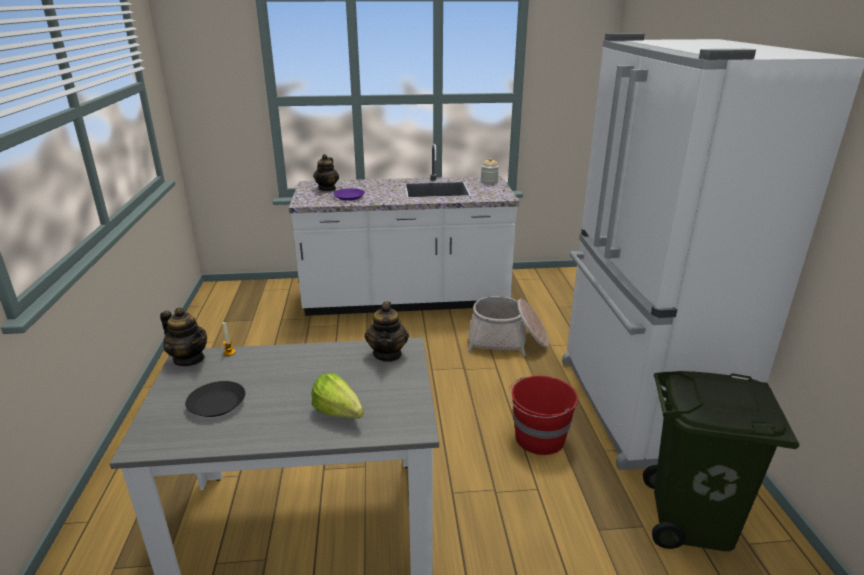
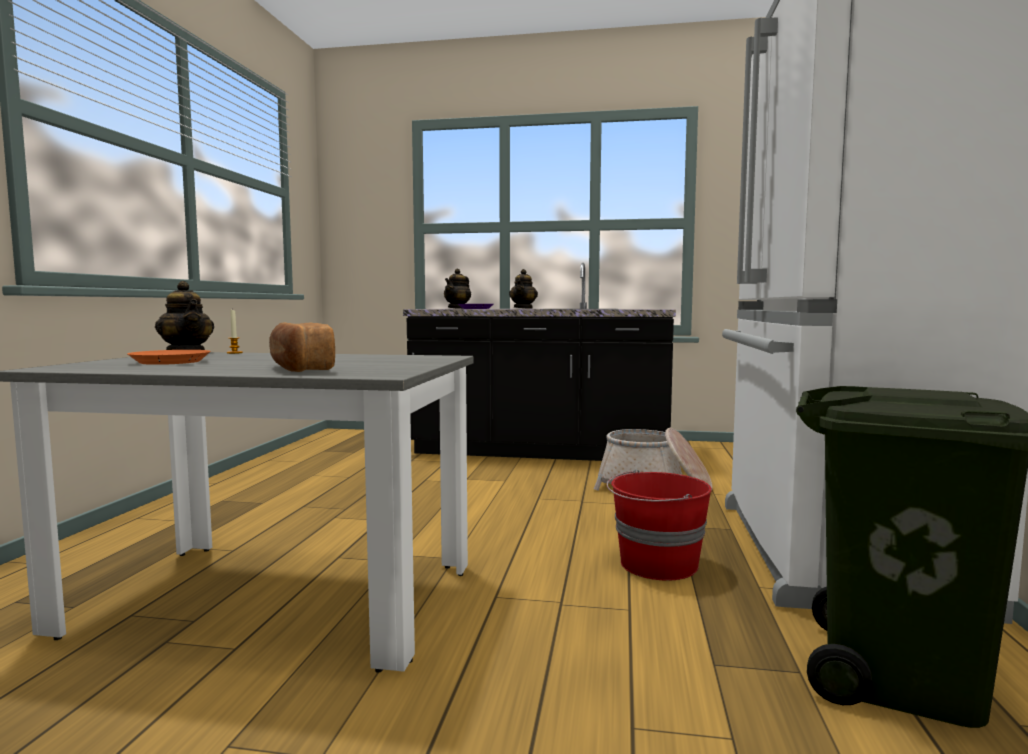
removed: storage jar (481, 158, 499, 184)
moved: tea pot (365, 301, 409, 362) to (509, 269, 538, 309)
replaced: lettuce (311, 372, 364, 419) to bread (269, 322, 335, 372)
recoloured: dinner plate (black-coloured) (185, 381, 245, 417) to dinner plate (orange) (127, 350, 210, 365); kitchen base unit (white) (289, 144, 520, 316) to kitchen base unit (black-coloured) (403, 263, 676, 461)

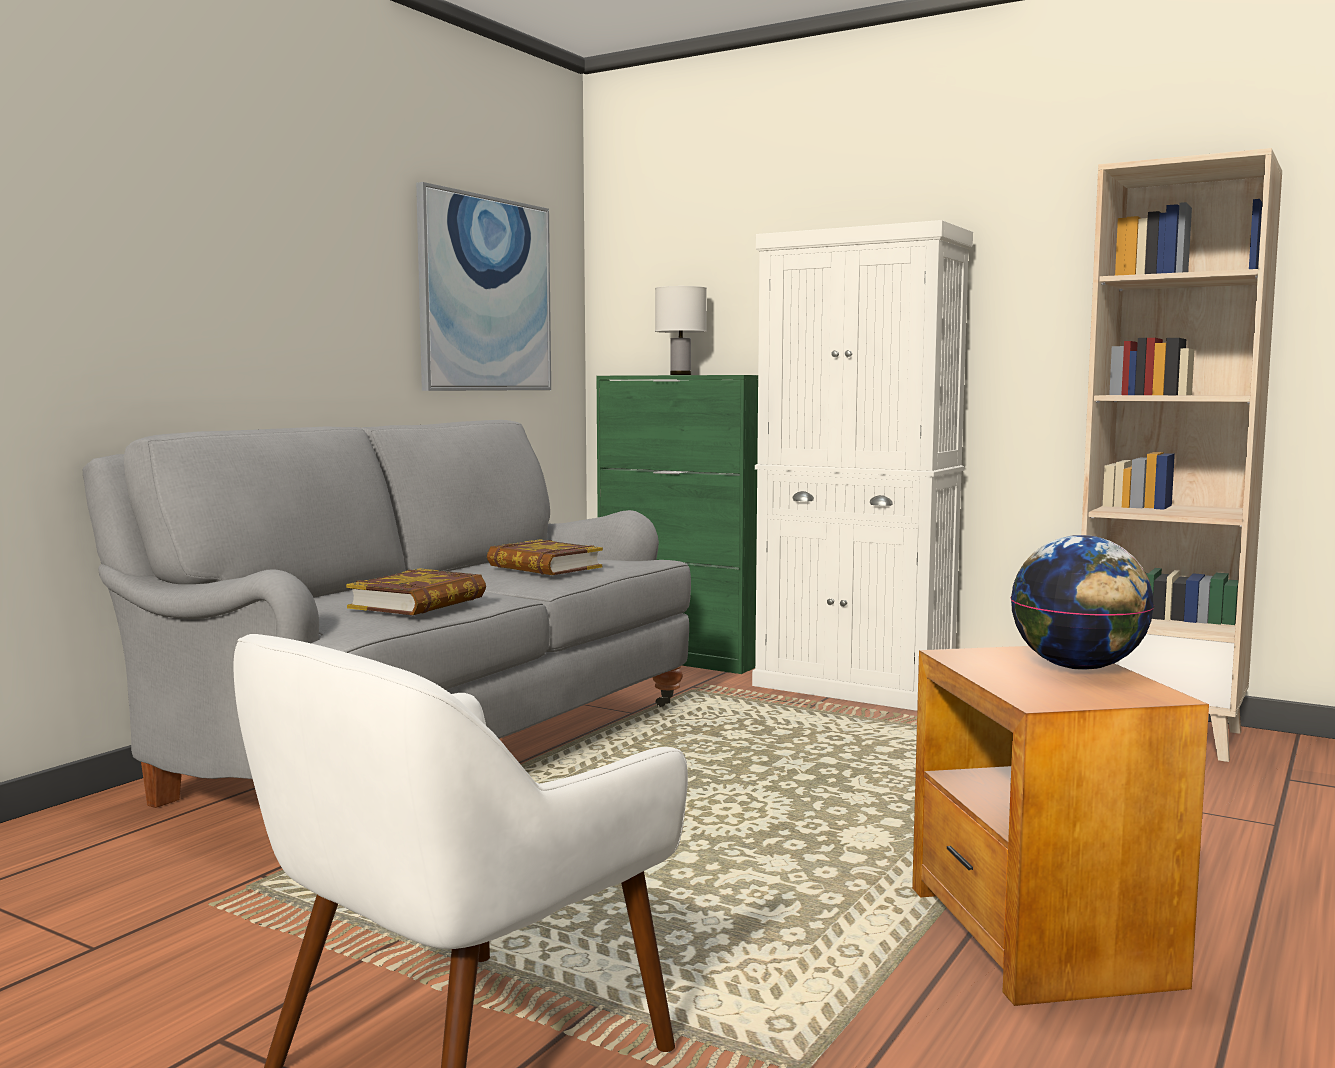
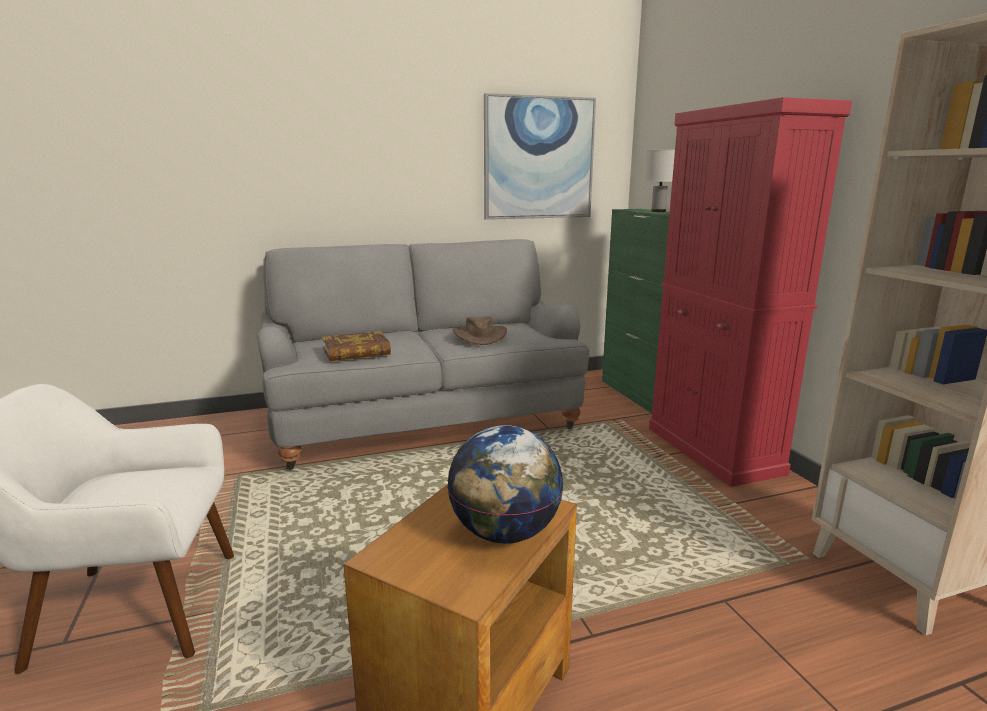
replaced: volume (487, 539, 603, 575) to hat (brown) (453, 316, 507, 345)
recoloured: storage cabinet (white) (752, 220, 973, 711) to storage cabinet (red-coloured) (649, 97, 852, 487)

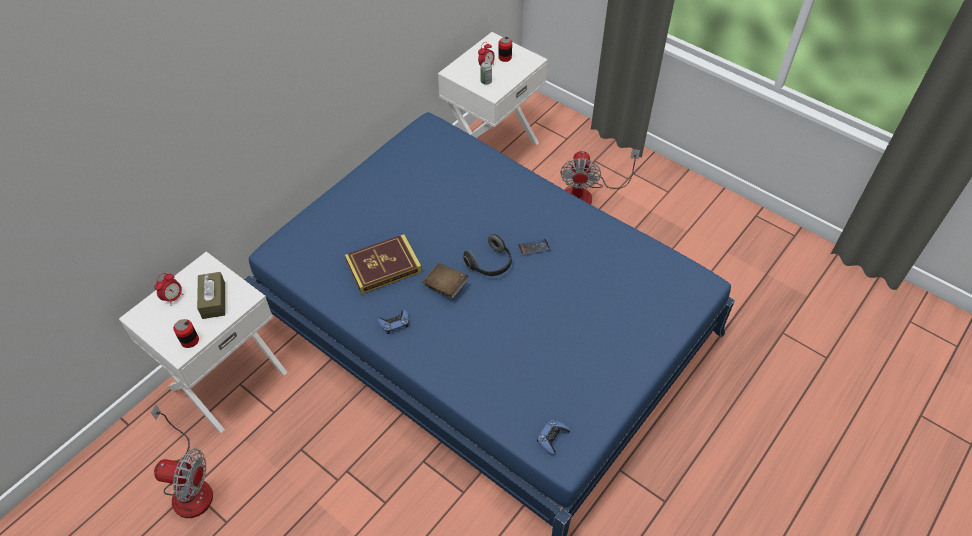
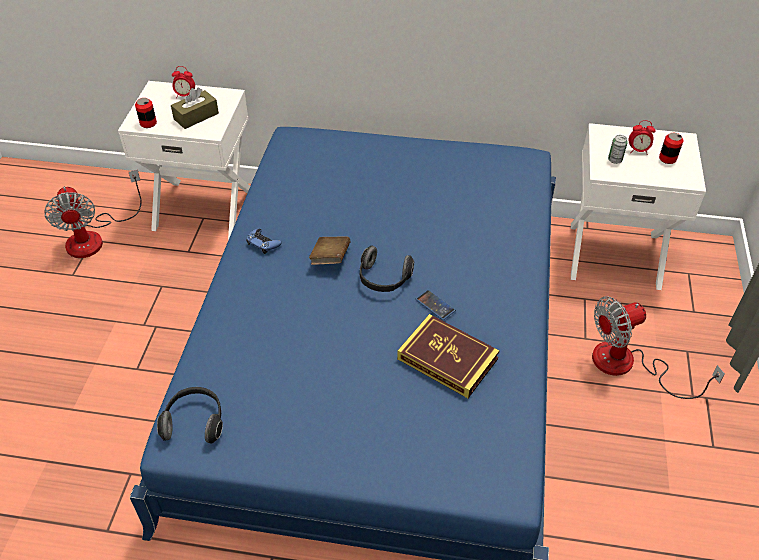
moved: volume (345, 234, 422, 294) to (397, 314, 499, 398)
replaced: game controller (blue) (537, 420, 570, 455) to headphones (157, 387, 223, 444)

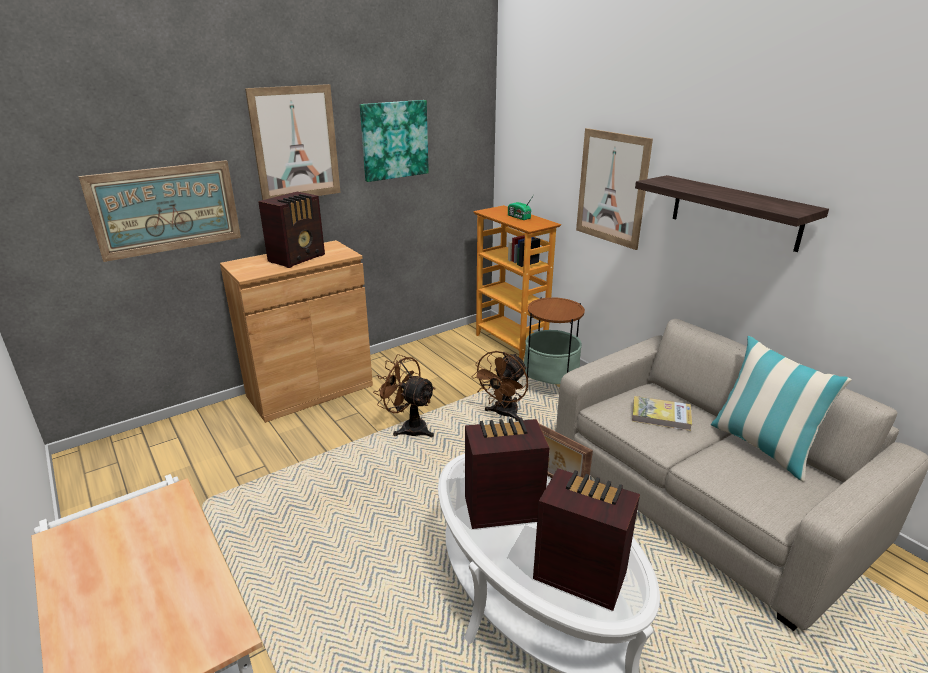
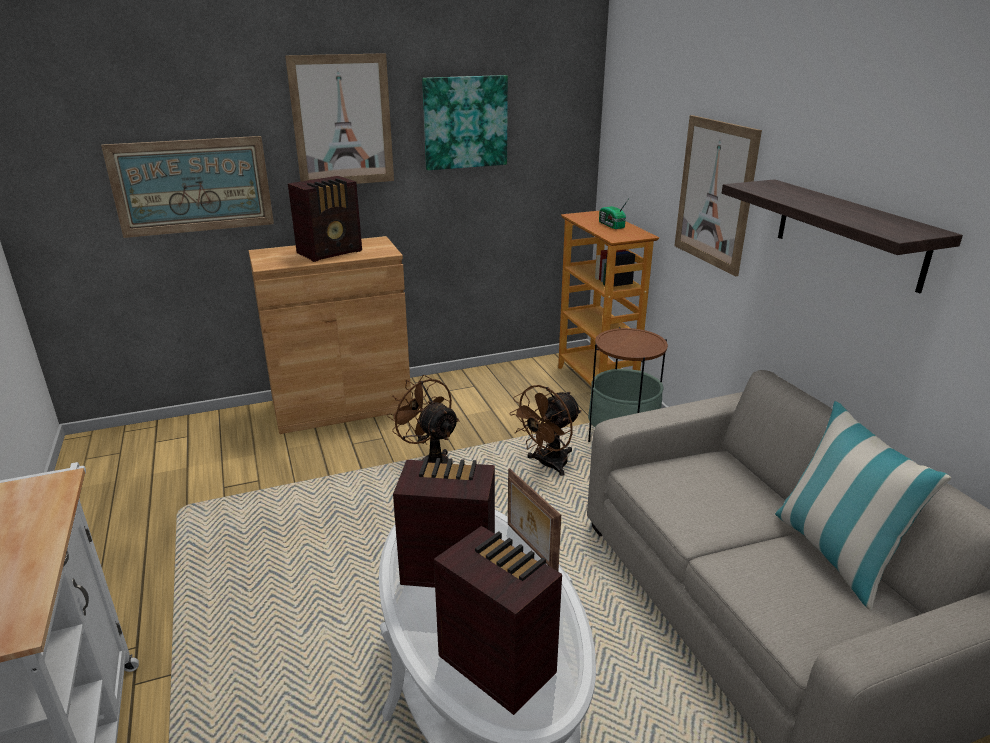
removed: volume (632, 396, 692, 431)

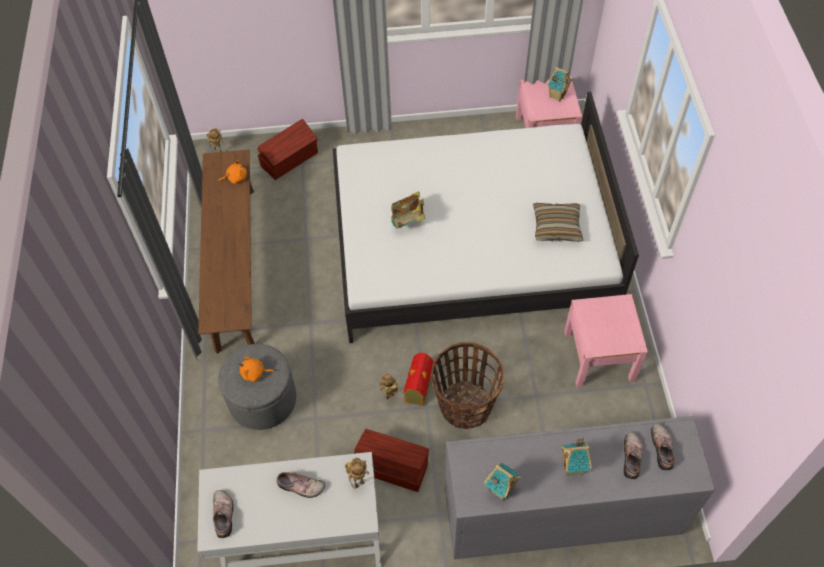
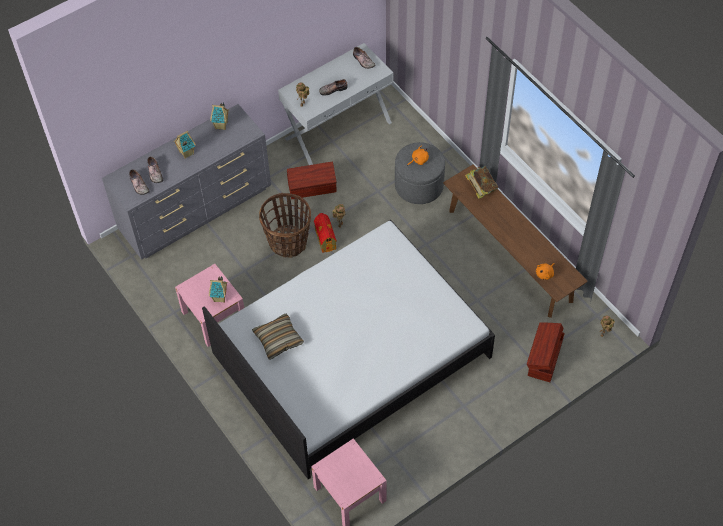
moved: model house (547, 67, 572, 102) to (209, 276, 228, 303); volume (391, 191, 425, 229) to (465, 166, 498, 199)

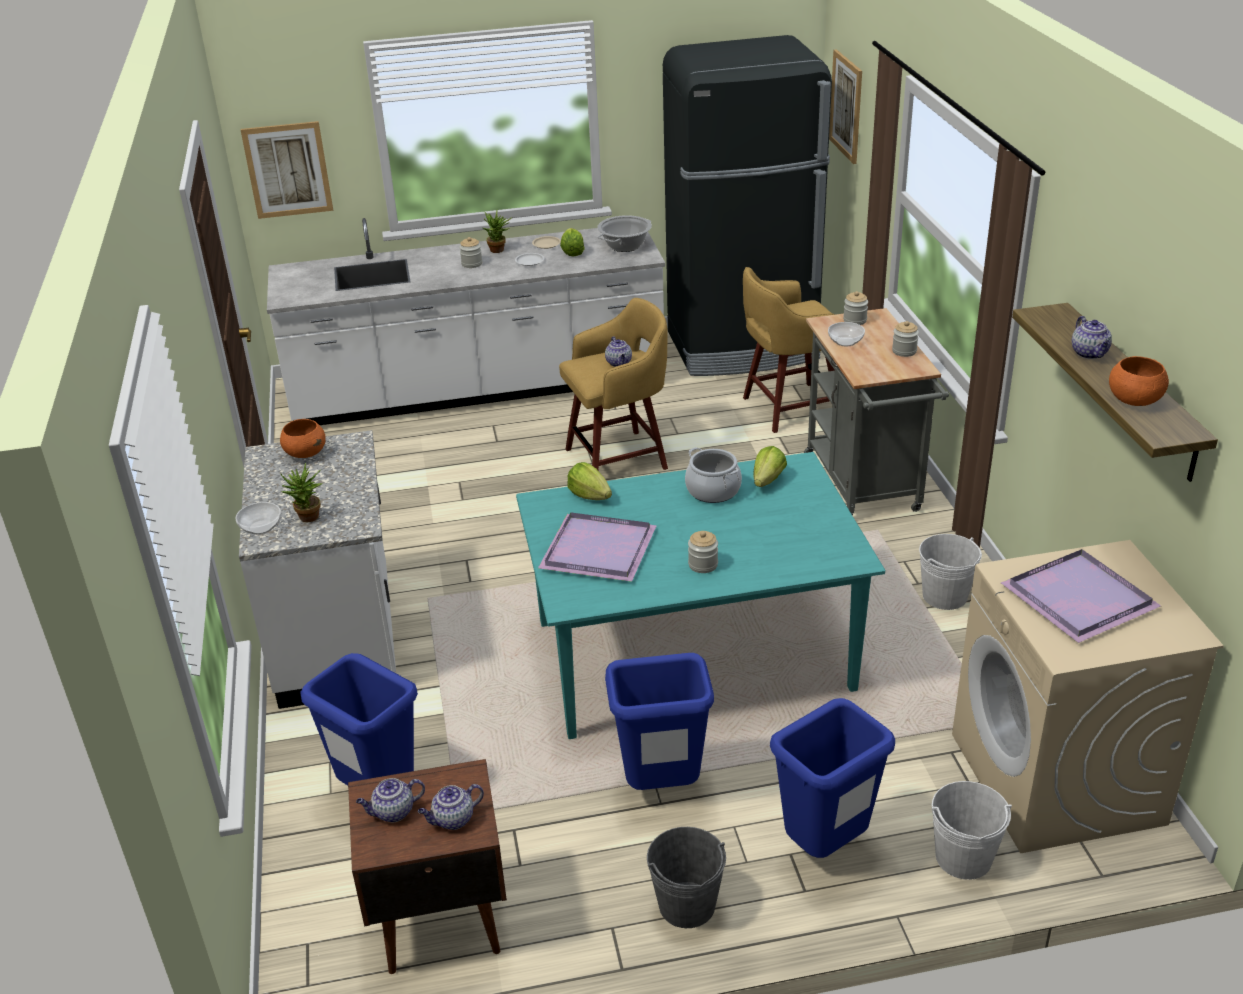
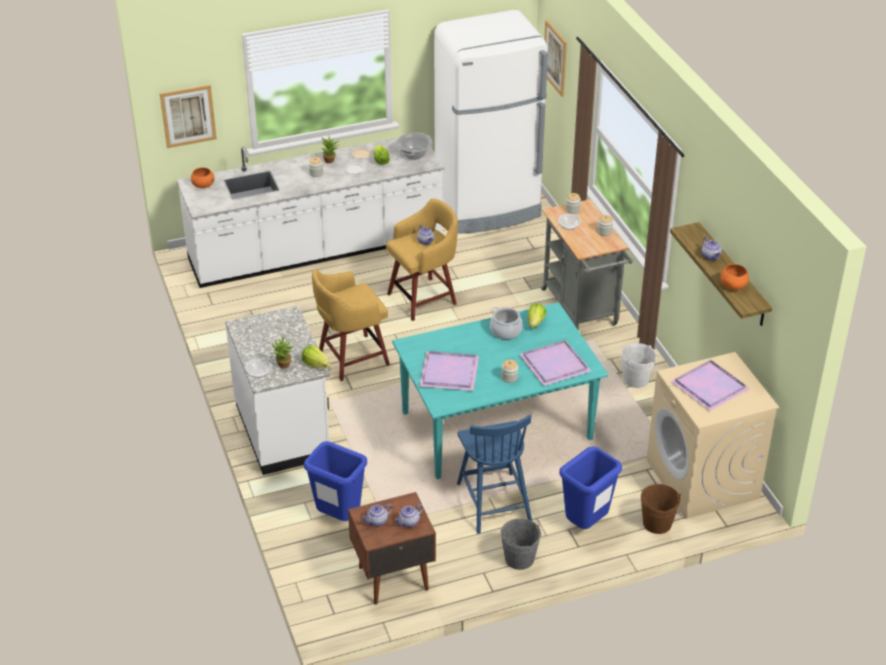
added: serving tray (purplish) (519, 340, 591, 386)
moved: serving bowl (orange) (280, 419, 326, 458) to (191, 167, 214, 188); lettuce (568, 462, 612, 500) to (302, 345, 330, 368); stool (yellowish) (743, 267, 835, 433) to (312, 269, 390, 381)
replaced: trash can (blue) (605, 653, 714, 790) to plain chair (blue) (457, 414, 532, 534)
recoloured: refrigerator (black-coloured) (663, 35, 832, 376) to refrigerator (white) (434, 10, 548, 234); bucket (white) (932, 781, 1012, 880) to bucket (brown) (641, 484, 681, 534)

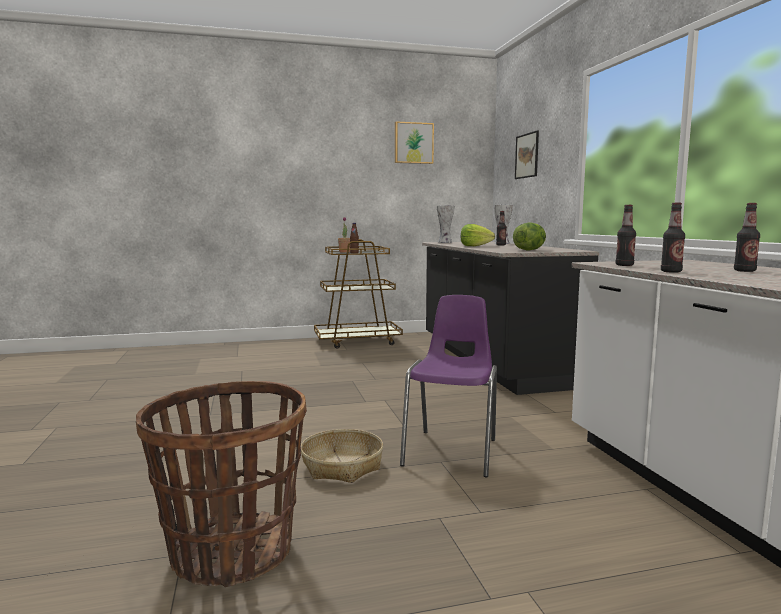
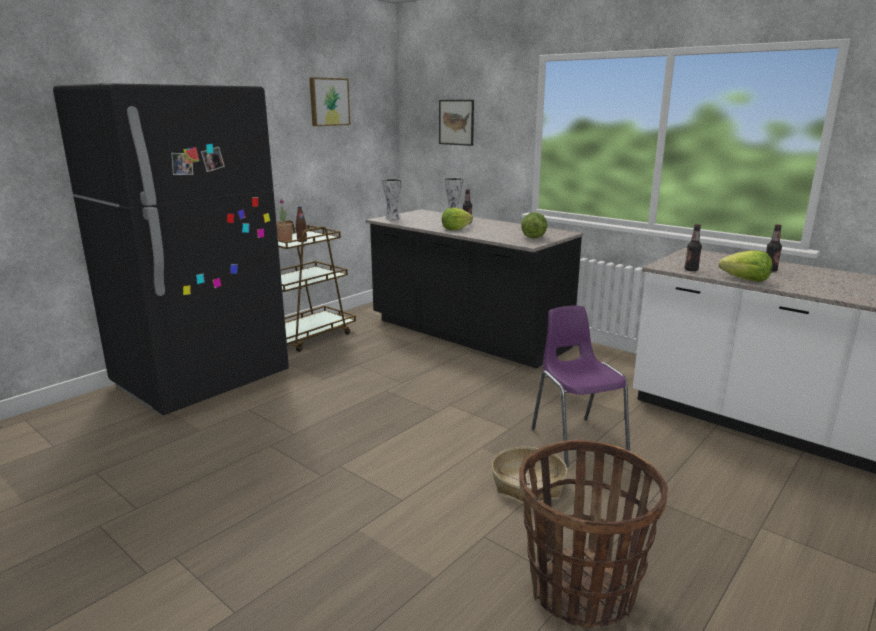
added: refrigerator (black-coloured) (53, 83, 289, 415)
replaced: drink bottle (661, 203, 685, 273) to lettuce (719, 250, 772, 282)

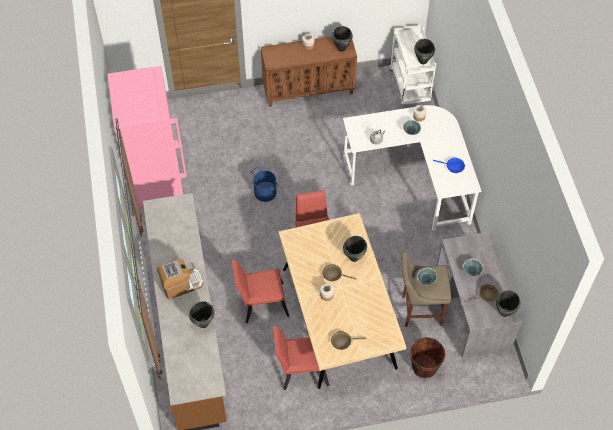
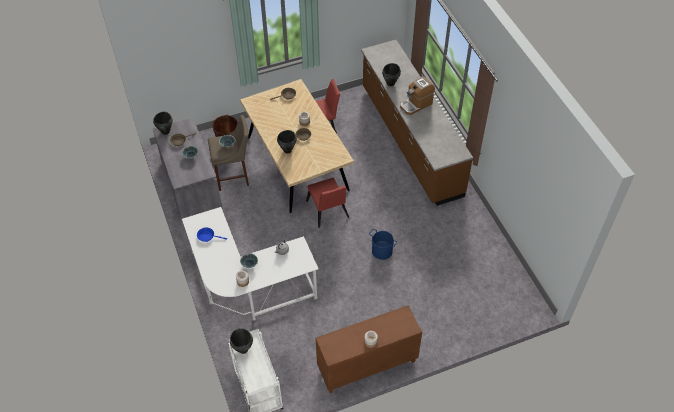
removed: refrigerator (pinkish) (108, 66, 187, 208); plain chair (red-coloured) (232, 260, 290, 323); stockpot (black-coloured) (332, 26, 353, 52)

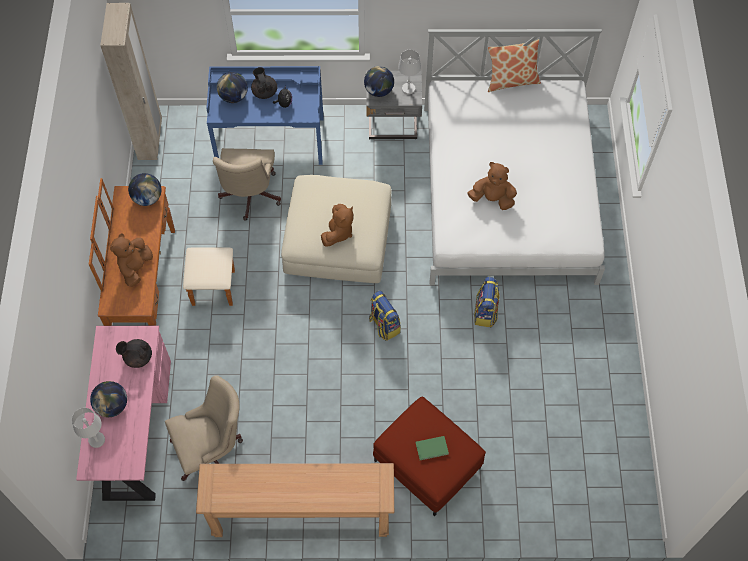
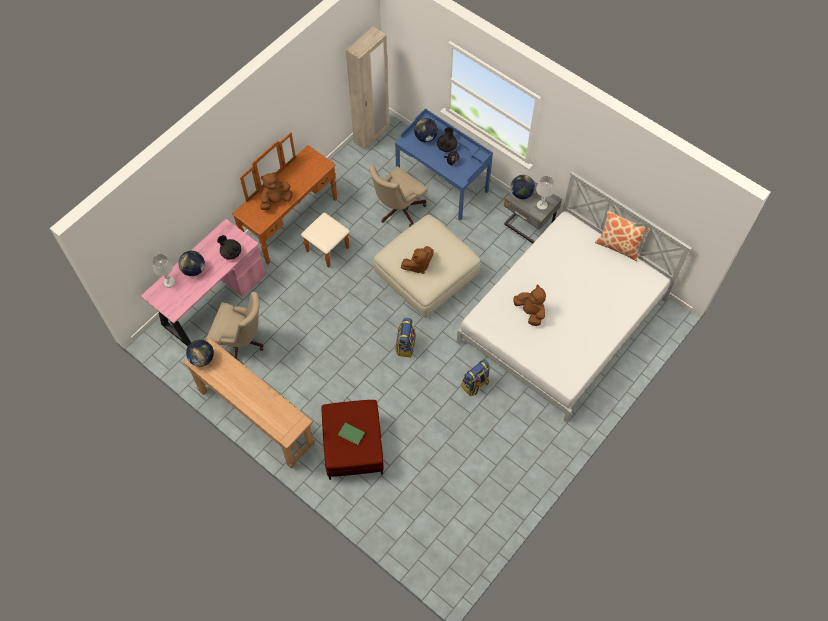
moved: globe (128, 173, 162, 206) to (186, 340, 214, 367)

